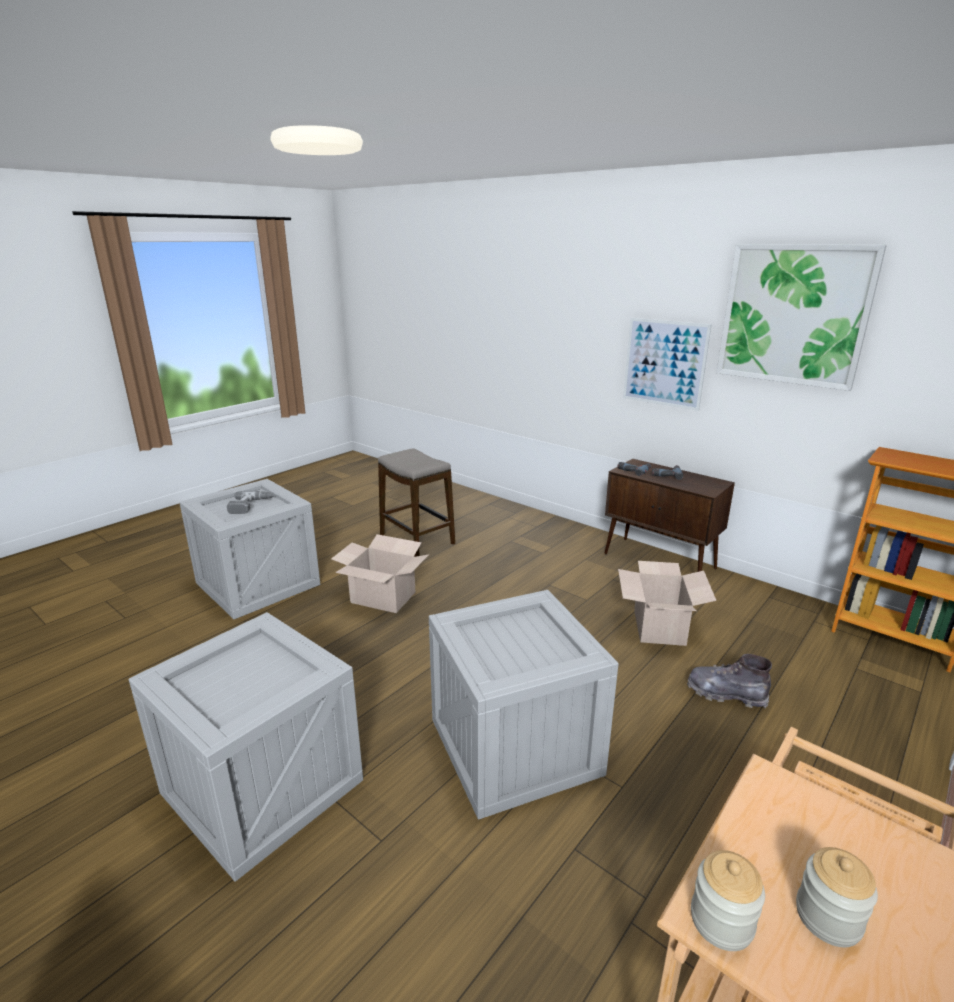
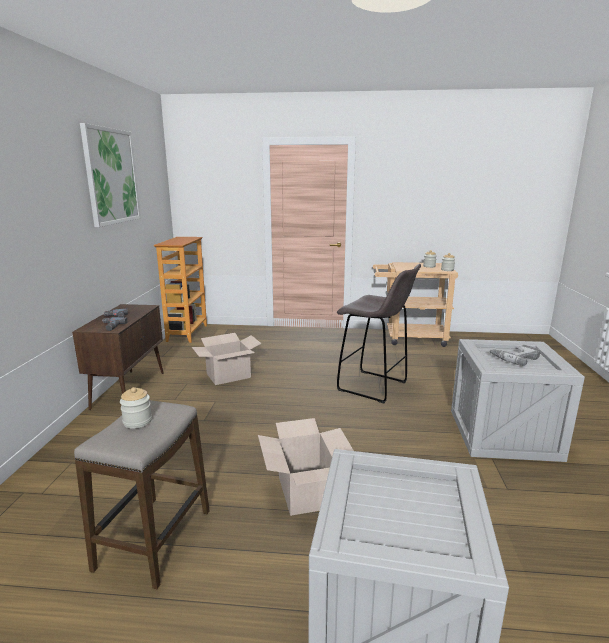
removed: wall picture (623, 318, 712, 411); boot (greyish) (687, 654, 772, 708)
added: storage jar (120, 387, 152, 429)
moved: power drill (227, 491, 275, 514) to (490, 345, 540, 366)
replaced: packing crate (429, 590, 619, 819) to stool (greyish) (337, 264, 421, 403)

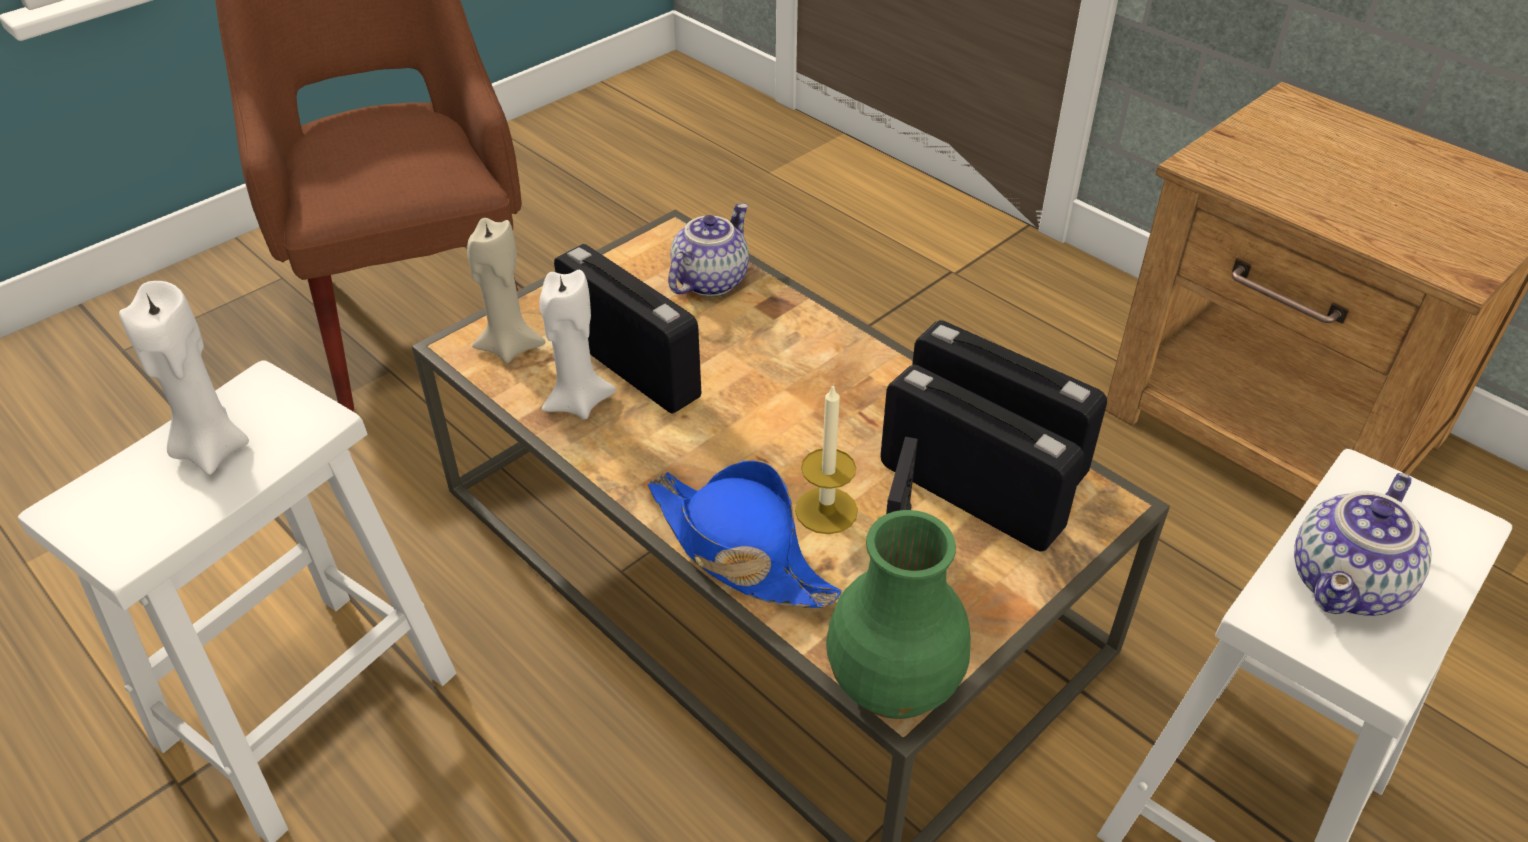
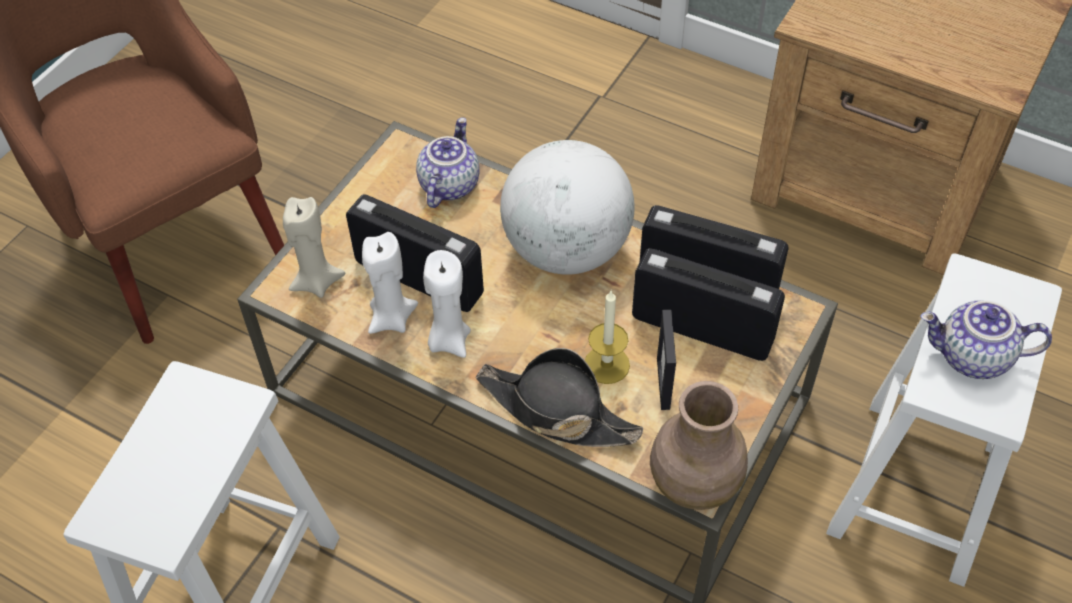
added: globe (500, 140, 635, 275)
moved: wax candle (white) (119, 281, 249, 475) to (423, 250, 471, 358)
recoloured: hat (blue) (647, 460, 842, 608) to hat (black-coloured) (476, 348, 643, 447); decorative vase (green-coloured) (826, 510, 971, 719) to decorative vase (brown) (650, 381, 748, 510)
turned: tea pot (1294, 473, 1431, 616) = (920, 300, 1052, 379) 75 degrees clockwise

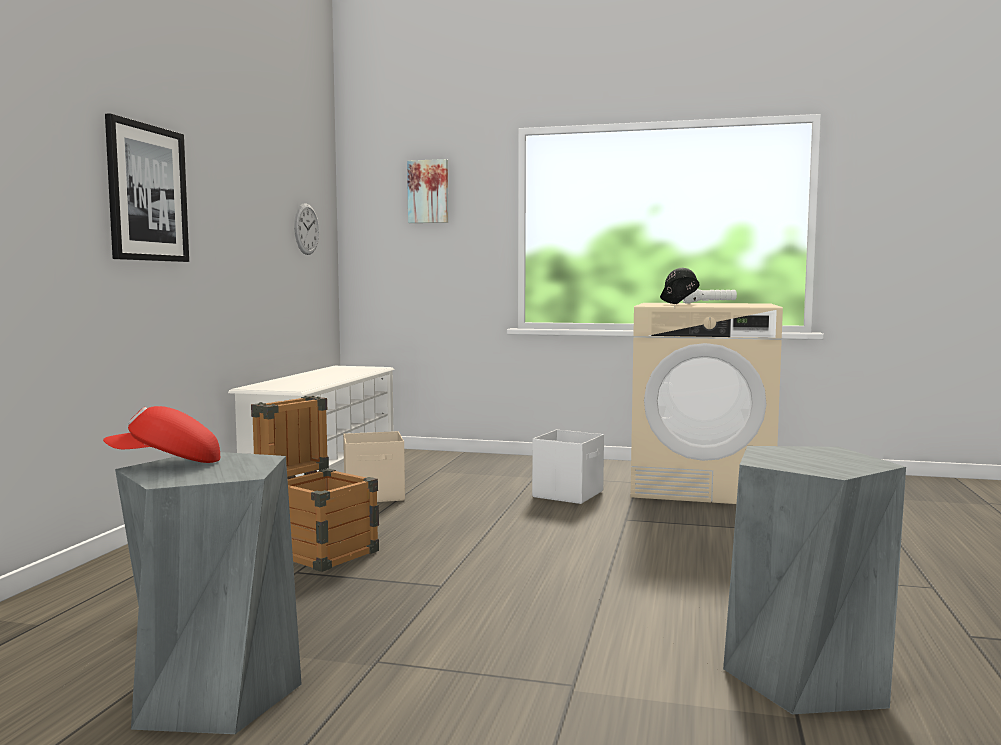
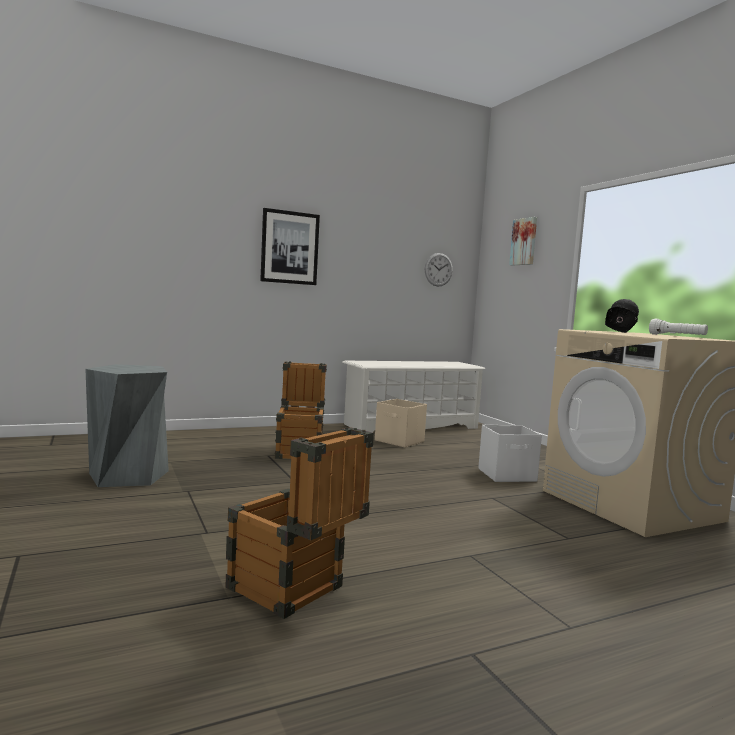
removed: baseball cap (red-coloured) (103, 406, 220, 463)
replaced: stool (greyish) (723, 446, 906, 714) to packing crate (226, 427, 374, 619)

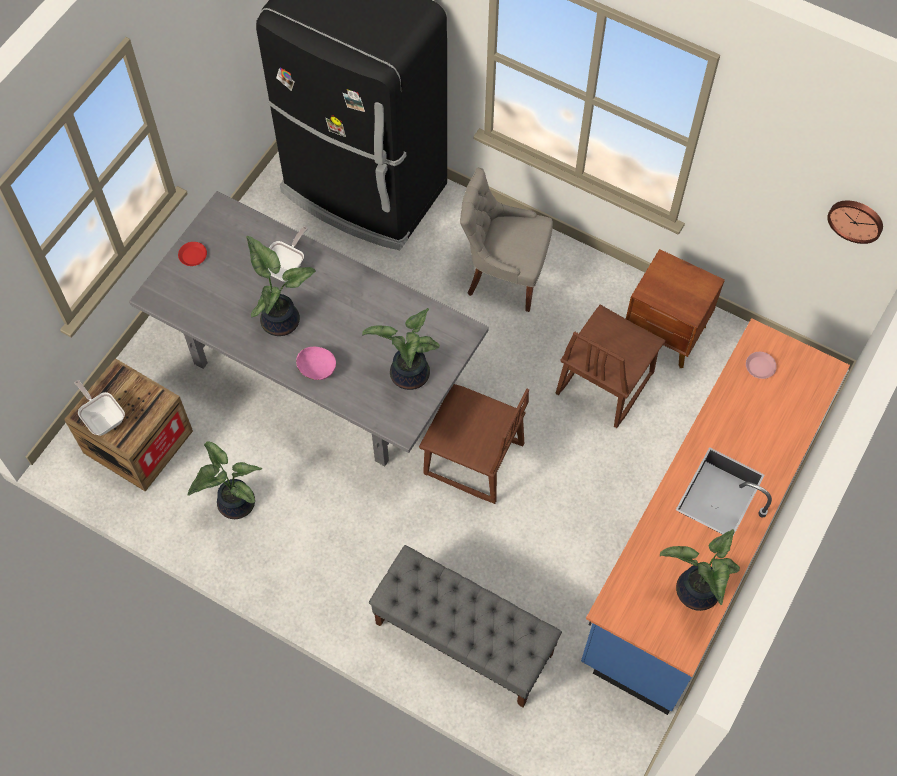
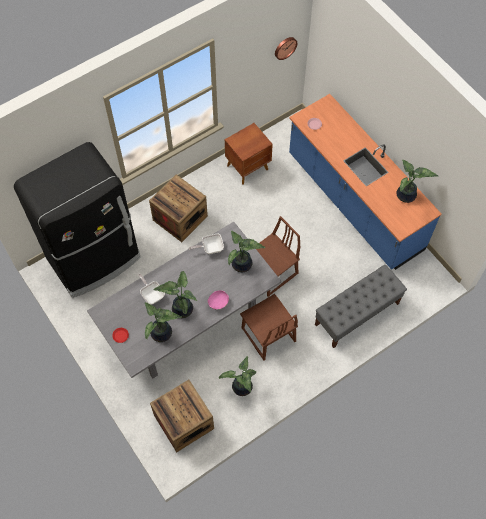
added: plant in a pot (145, 302, 182, 342)
moved: pan (75, 380, 125, 436) to (189, 234, 224, 254); plain chair (brown) (556, 305, 666, 428) to (240, 294, 298, 361)
replaced: plain chair (greyish) (460, 167, 553, 312) to packing crate (149, 174, 208, 242)

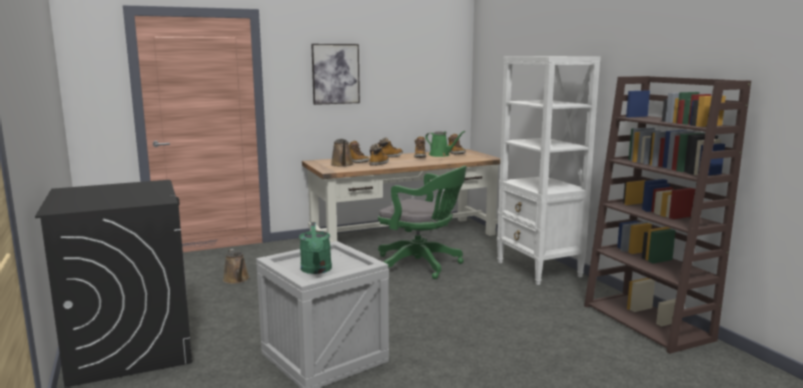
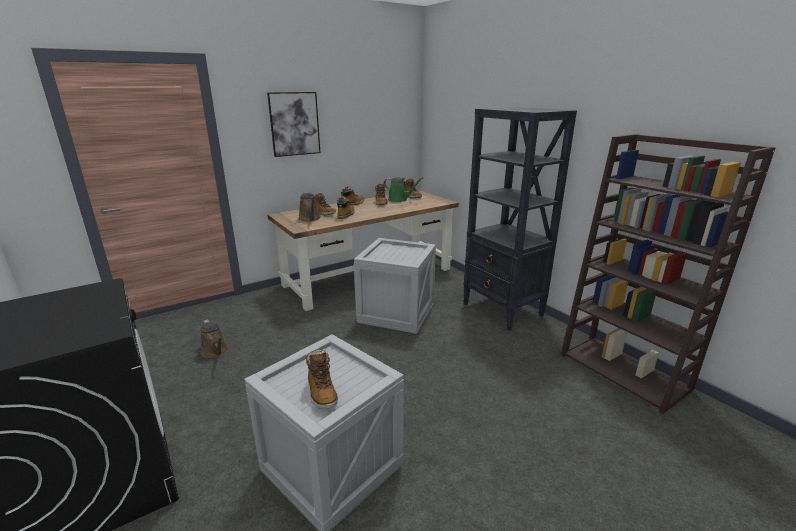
replaced: watering can (green-coloured) (299, 222, 332, 274) to boot (306, 350, 338, 409); desk chair (green-coloured) (378, 166, 467, 279) to packing crate (354, 238, 436, 334)
recoloured: bookshelf (white) (497, 56, 601, 285) to bookshelf (black-coloured) (463, 107, 577, 331)

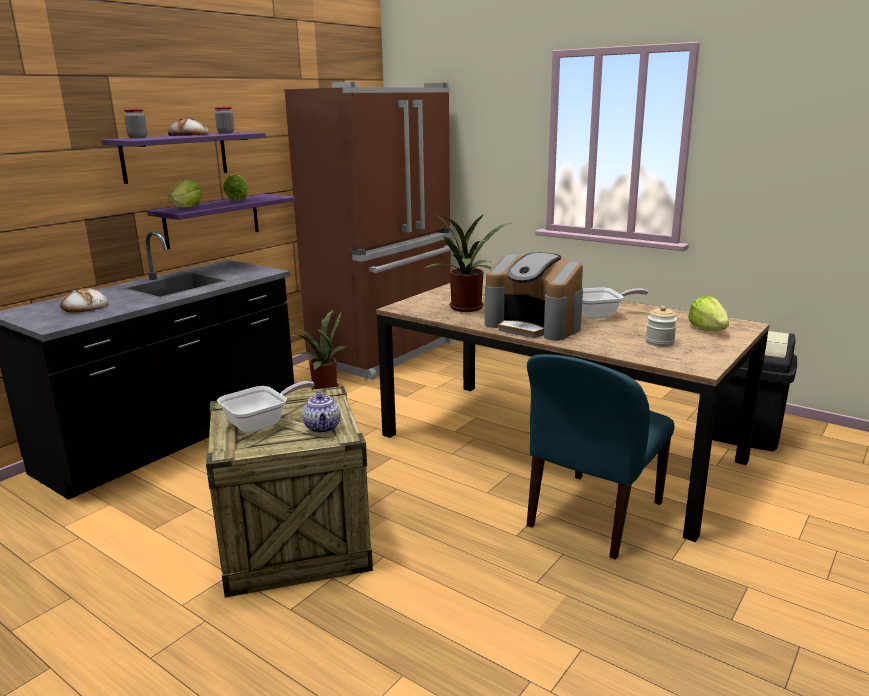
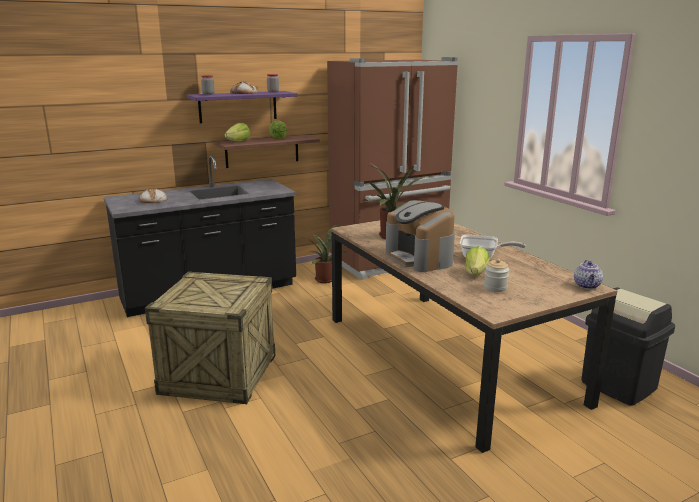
removed: pan (217, 381, 315, 433); plain chair (blue) (527, 354, 674, 560)
moved: lettuce (688, 296, 729, 331) to (465, 246, 490, 275); tea pot (302, 391, 341, 433) to (574, 260, 603, 289)
recoloured: shelf (purplish) (147, 194, 296, 249) to shelf (brown) (214, 135, 320, 168)

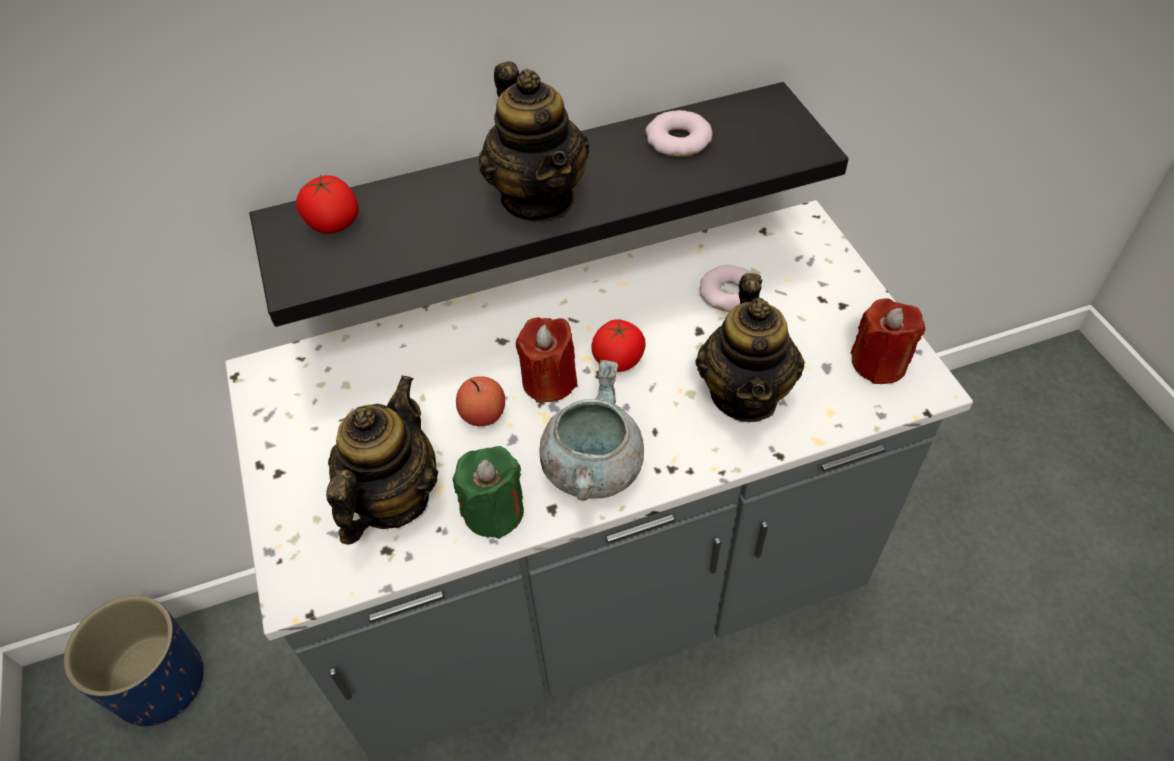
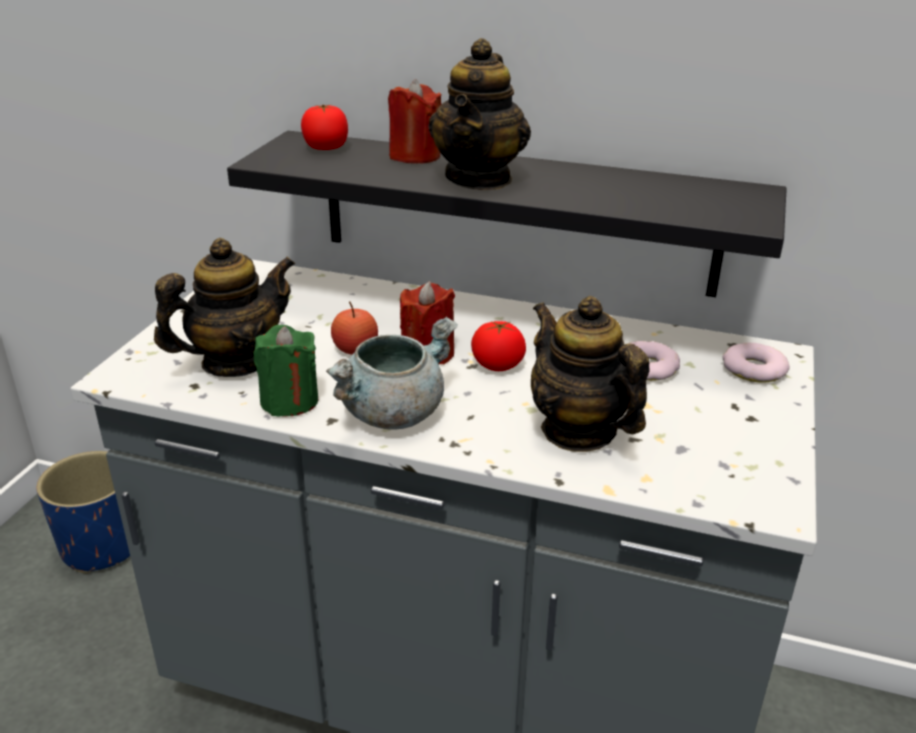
moved: wax candle (red-coloured) (850, 298, 925, 384) to (388, 79, 441, 163); doughnut (645, 110, 713, 157) to (722, 343, 790, 382)
turned: tea pot (696, 273, 805, 422) = (531, 296, 650, 452) 105 degrees clockwise

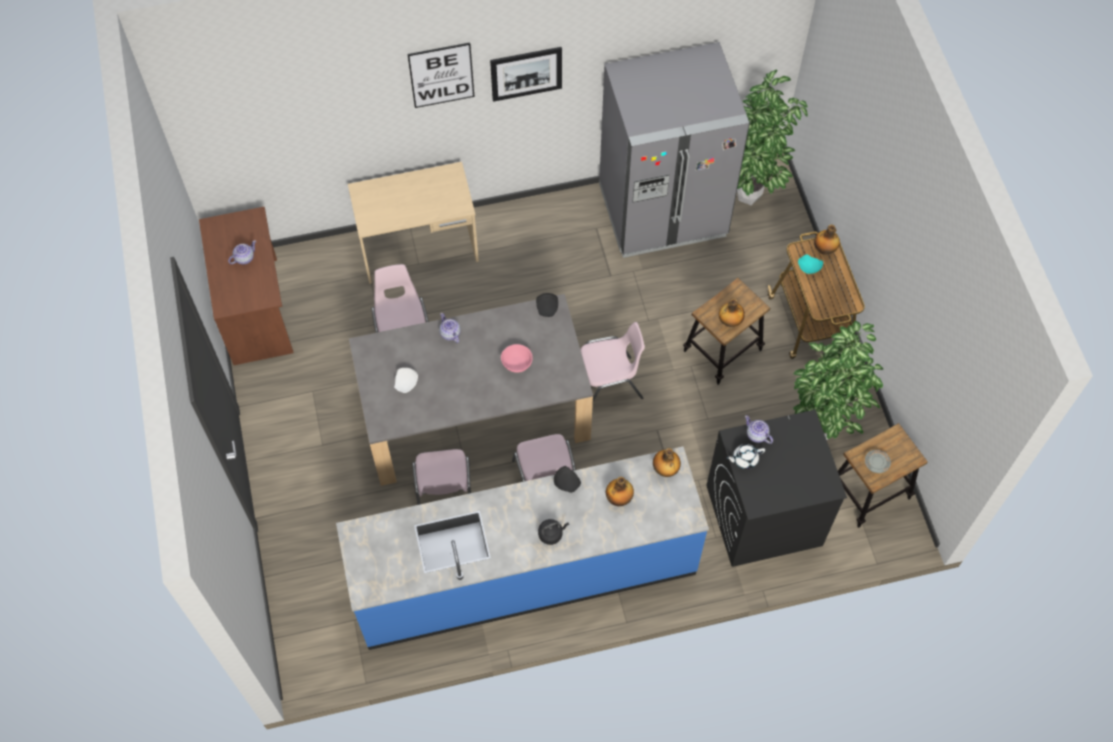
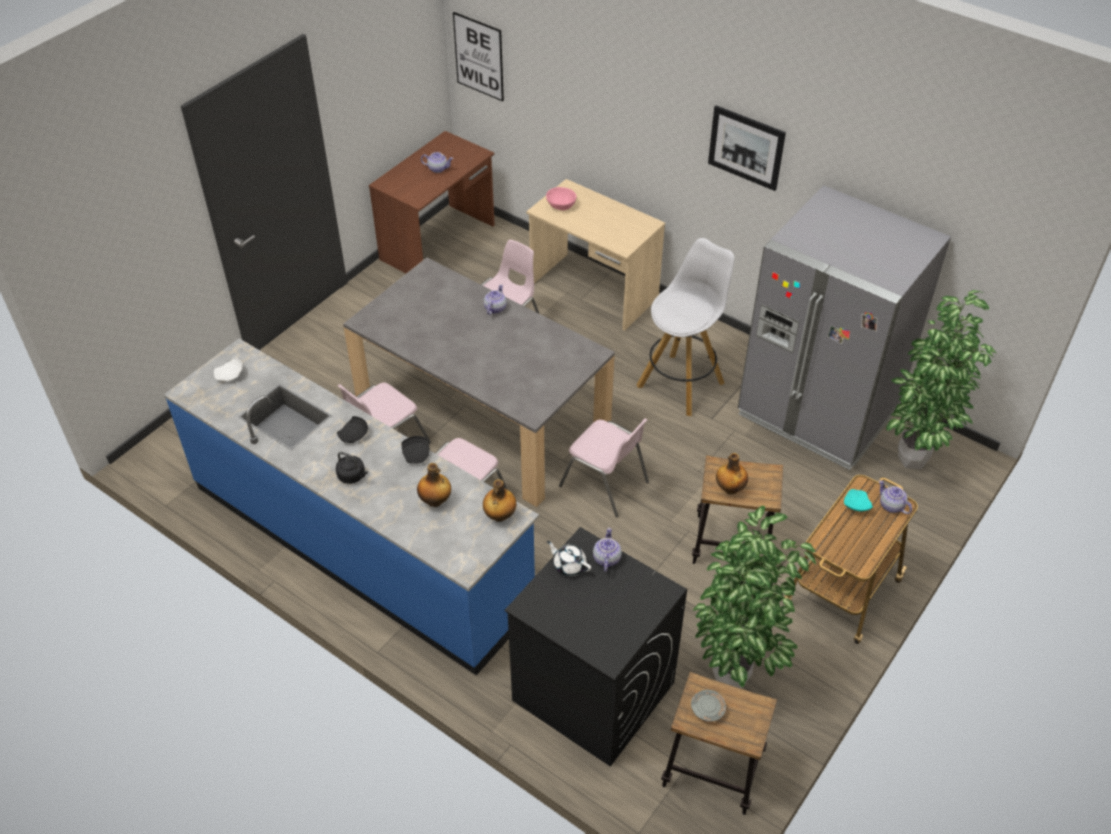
added: stool (white) (636, 238, 735, 416)
moved: dinner plate (white) (394, 368, 418, 393) to (214, 357, 242, 382); dinner plate (black-coloured) (536, 293, 558, 317) to (337, 416, 368, 443); wall picture (408, 42, 474, 108) to (453, 12, 504, 102); serving bowl (pinkish) (501, 344, 533, 373) to (546, 187, 577, 210)
replaced: drink bottle (814, 224, 840, 254) to tea pot (879, 480, 912, 514)

